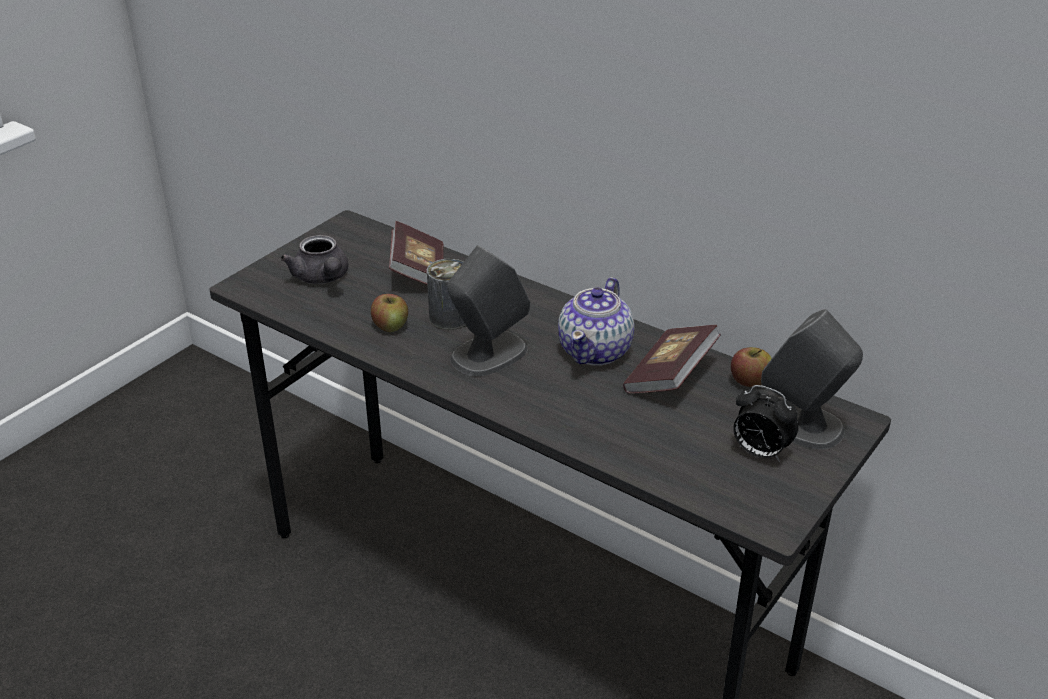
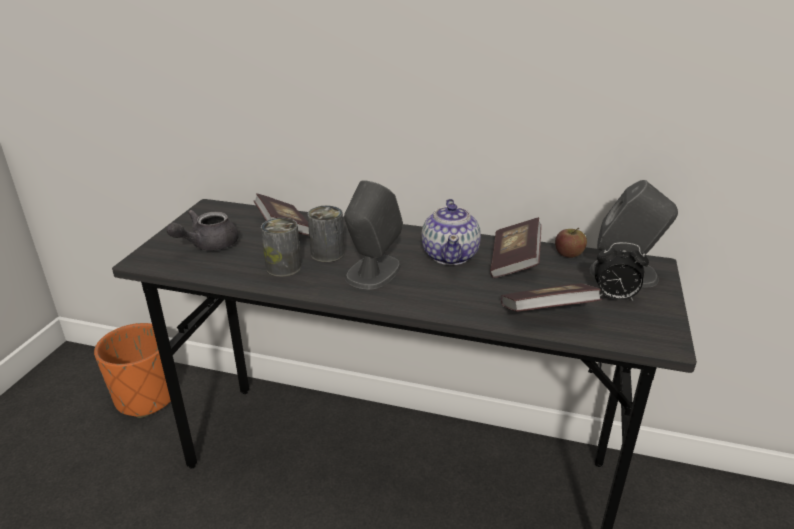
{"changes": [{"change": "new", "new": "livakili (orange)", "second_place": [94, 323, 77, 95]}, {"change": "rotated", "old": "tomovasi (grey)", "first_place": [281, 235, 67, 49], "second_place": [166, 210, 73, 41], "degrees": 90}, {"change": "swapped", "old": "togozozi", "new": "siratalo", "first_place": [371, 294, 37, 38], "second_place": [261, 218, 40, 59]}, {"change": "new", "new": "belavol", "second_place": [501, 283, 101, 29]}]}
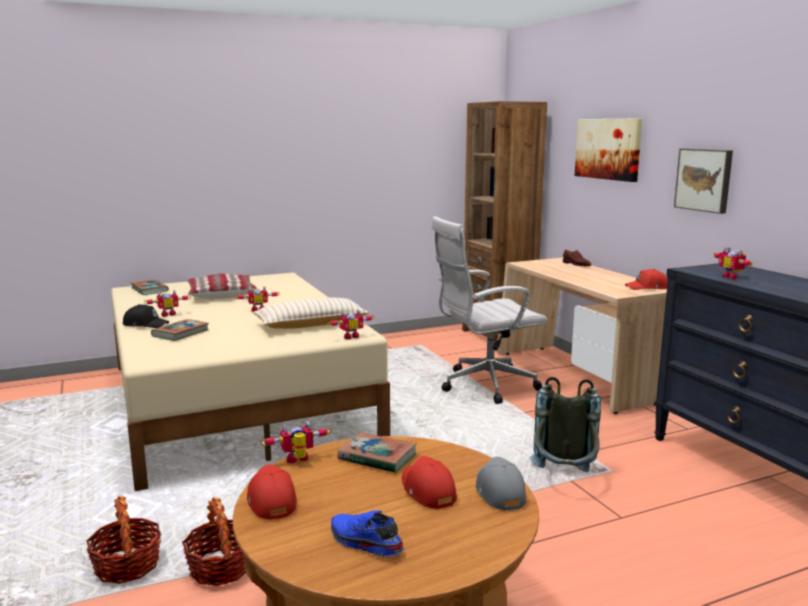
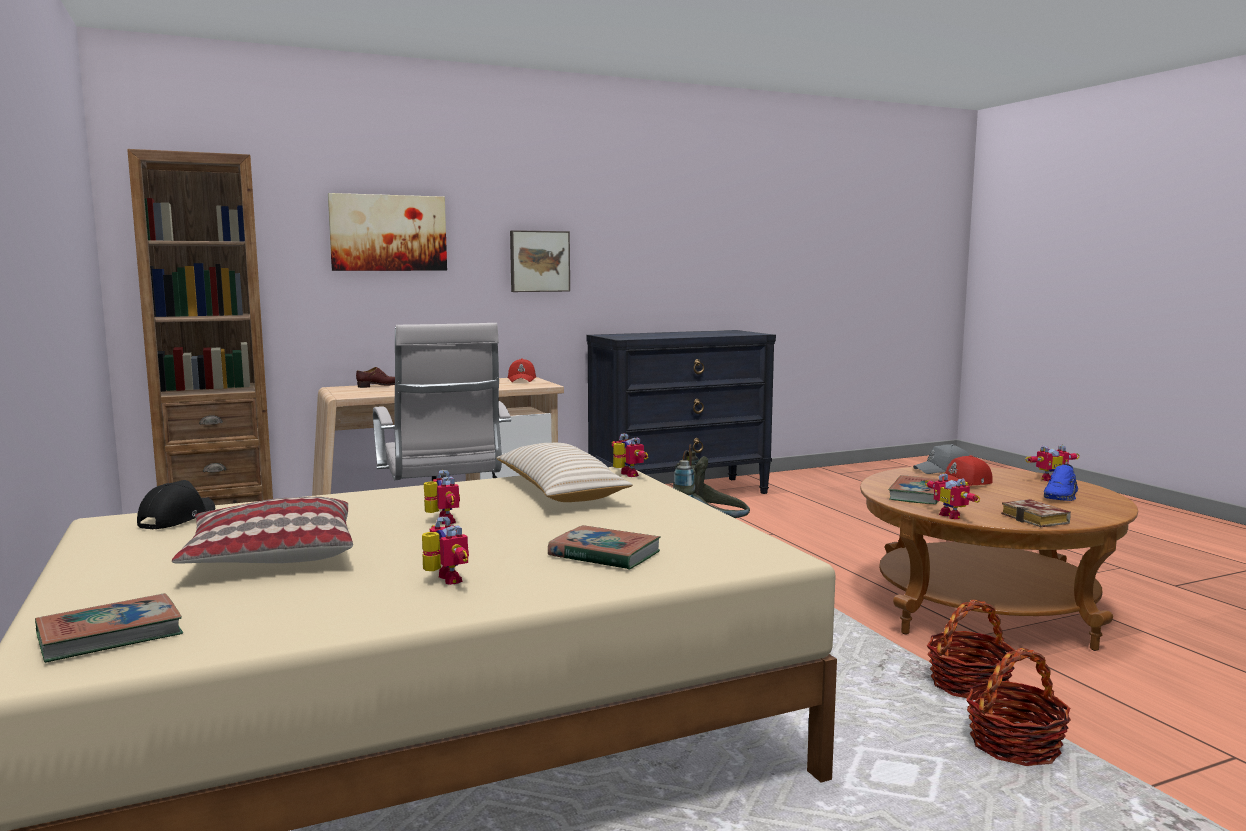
{"changes": [{"change": "shifted", "old": "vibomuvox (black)", "first_place": [123, 304, 46, 24], "second_place": [137, 480, 78, 49]}, {"change": "swapped", "old": "vibomuvox (red)", "new": "belavol", "first_place": [247, 464, 49, 56], "second_place": [1001, 499, 70, 28]}, {"change": "shifted", "old": "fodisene", "first_place": [713, 247, 40, 33], "second_place": [1025, 444, 55, 37]}]}
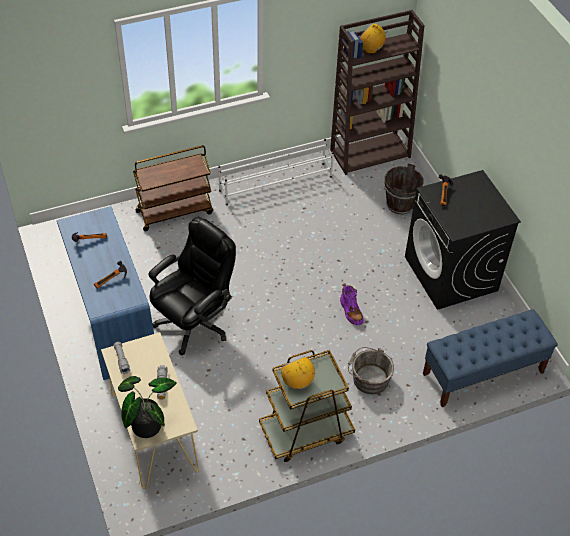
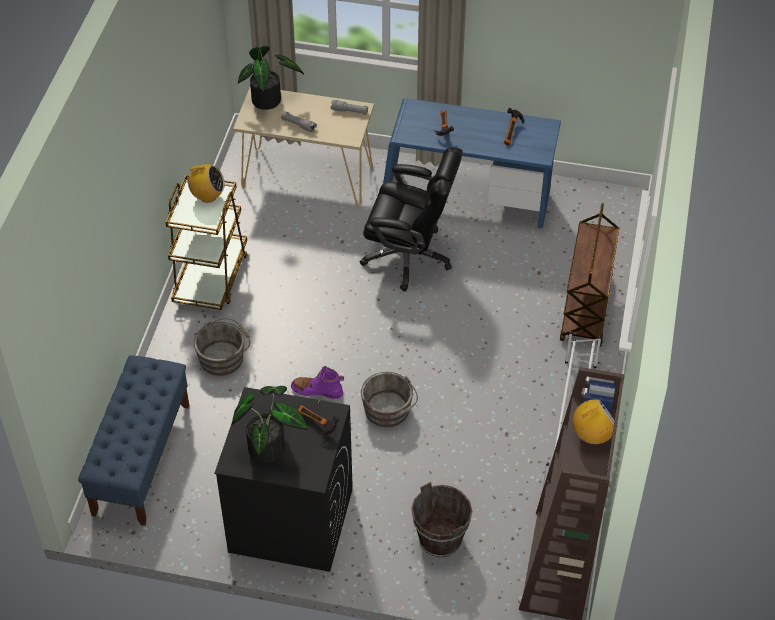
{"changes": [{"change": "new", "new": "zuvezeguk", "second_place": [232, 386, 76, 77]}, {"change": "rotated", "old": "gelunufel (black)", "first_place": [148, 216, 88, 139], "second_place": [360, 147, 103, 144], "degrees": -60}, {"change": "new", "new": "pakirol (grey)", "second_place": [361, 372, 57, 55]}]}
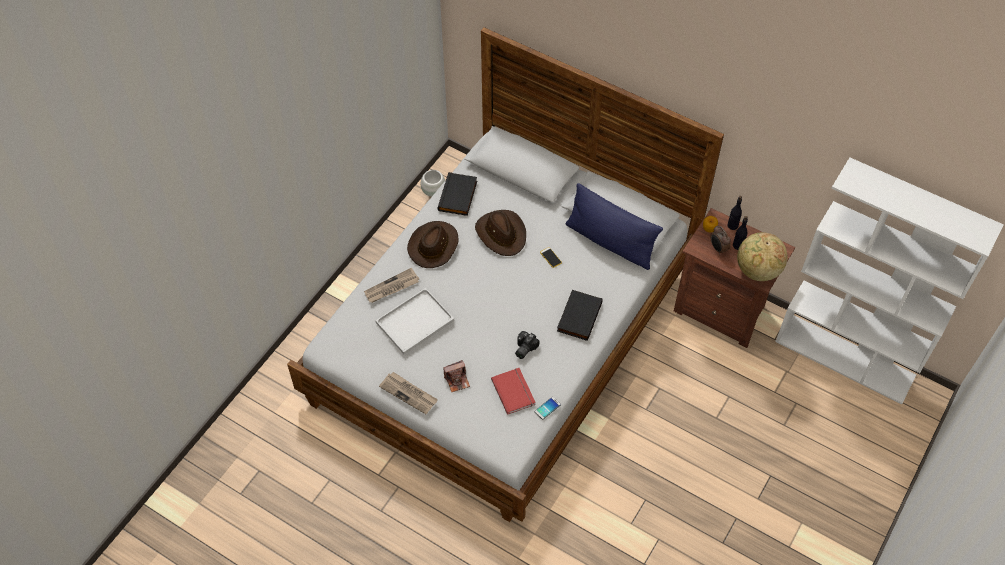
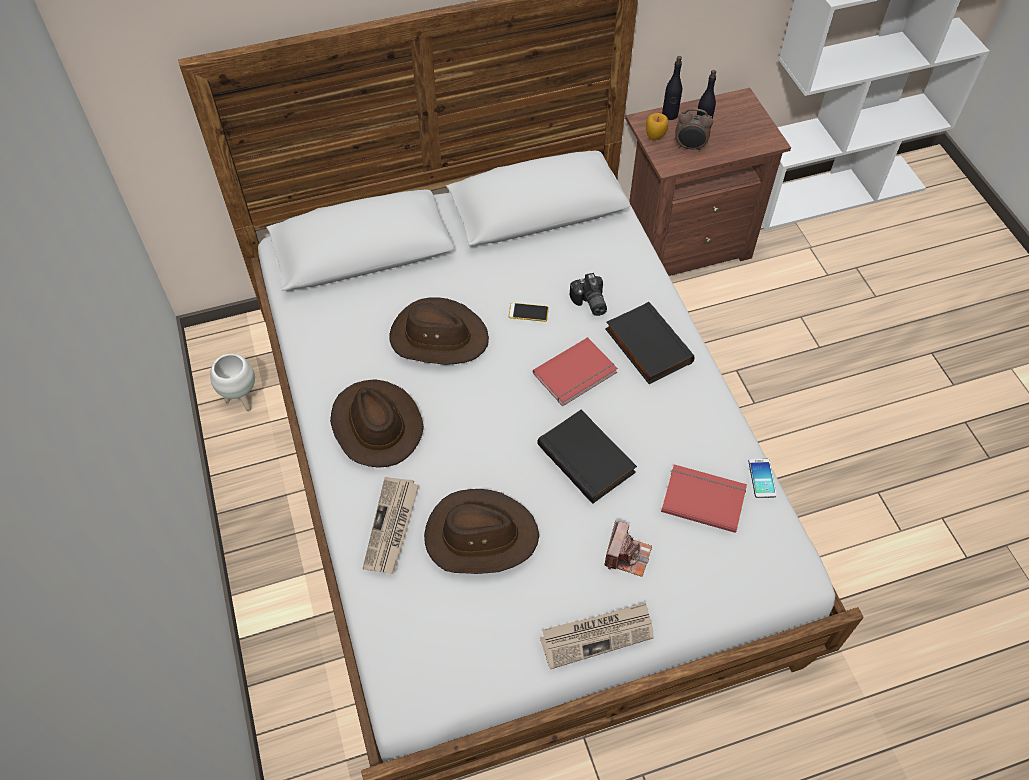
{"changes": [{"change": "swapped", "old": "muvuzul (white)", "new": "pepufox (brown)", "first_place": [375, 288, 79, 67], "second_place": [424, 489, 115, 85]}, {"change": "new", "new": "belavol (red)", "second_place": [533, 337, 85, 70]}, {"change": "shifted", "old": "belavol (black)", "first_place": [438, 172, 39, 44], "second_place": [537, 409, 100, 94]}, {"change": "shifted", "old": "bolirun", "first_place": [515, 331, 24, 28], "second_place": [570, 273, 37, 43]}, {"change": "gone", "old": "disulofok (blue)", "first_place": [566, 183, 97, 87]}, {"change": "gone", "old": "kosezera", "first_place": [737, 232, 51, 49]}]}
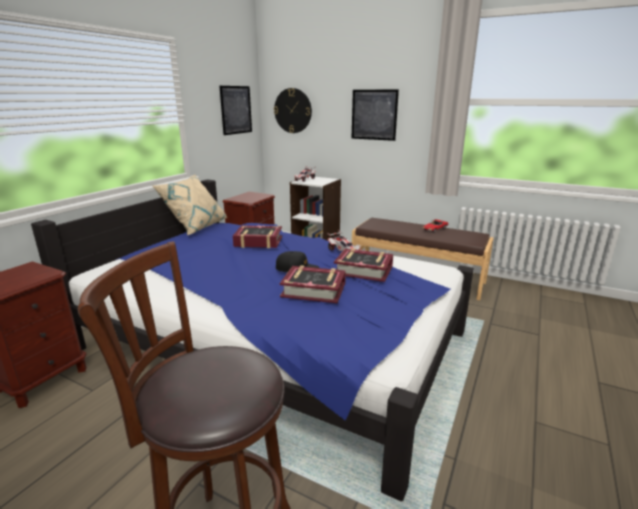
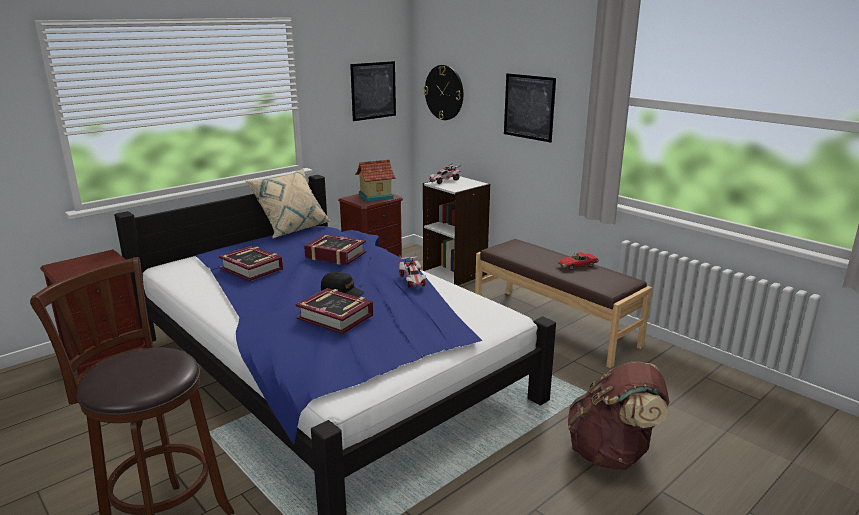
{"changes": [{"change": "shifted", "old": "belavol", "first_place": [334, 248, 59, 34], "second_place": [219, 246, 64, 35]}, {"change": "new", "new": "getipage", "second_place": [355, 160, 41, 42]}, {"change": "new", "new": "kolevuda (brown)", "second_place": [568, 362, 102, 108]}]}
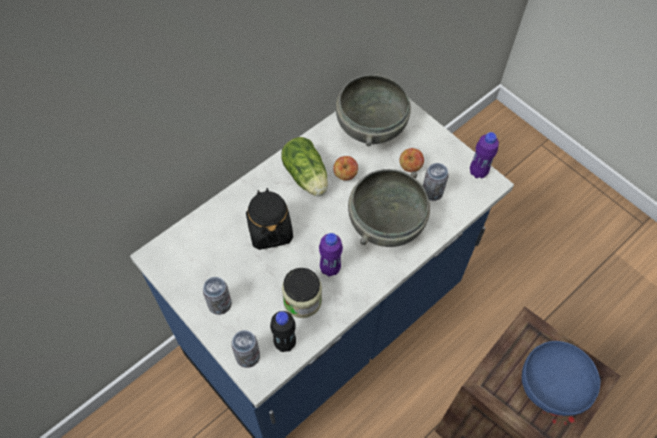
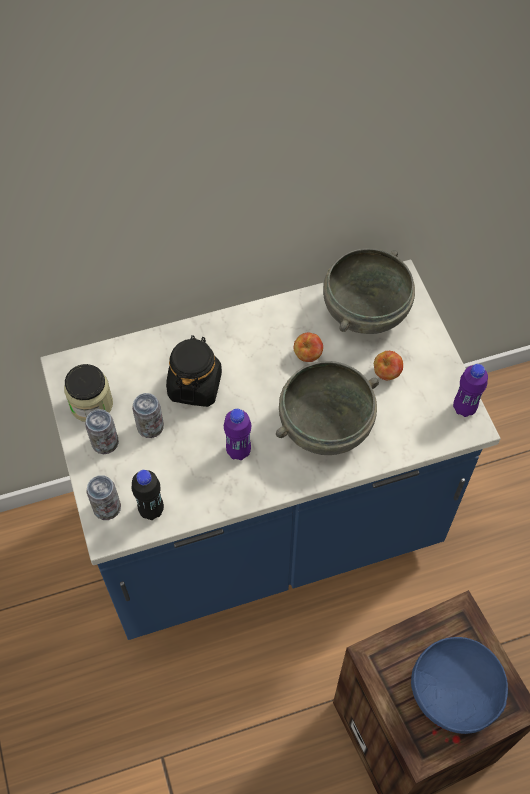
{"changes": [{"change": "shifted", "old": "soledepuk", "first_place": [282, 268, 40, 50], "second_place": [64, 364, 49, 58]}, {"change": "shifted", "old": "siratalo", "first_place": [423, 163, 26, 38], "second_place": [132, 393, 32, 45]}, {"change": "gone", "old": "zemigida", "first_place": [281, 137, 47, 59]}]}
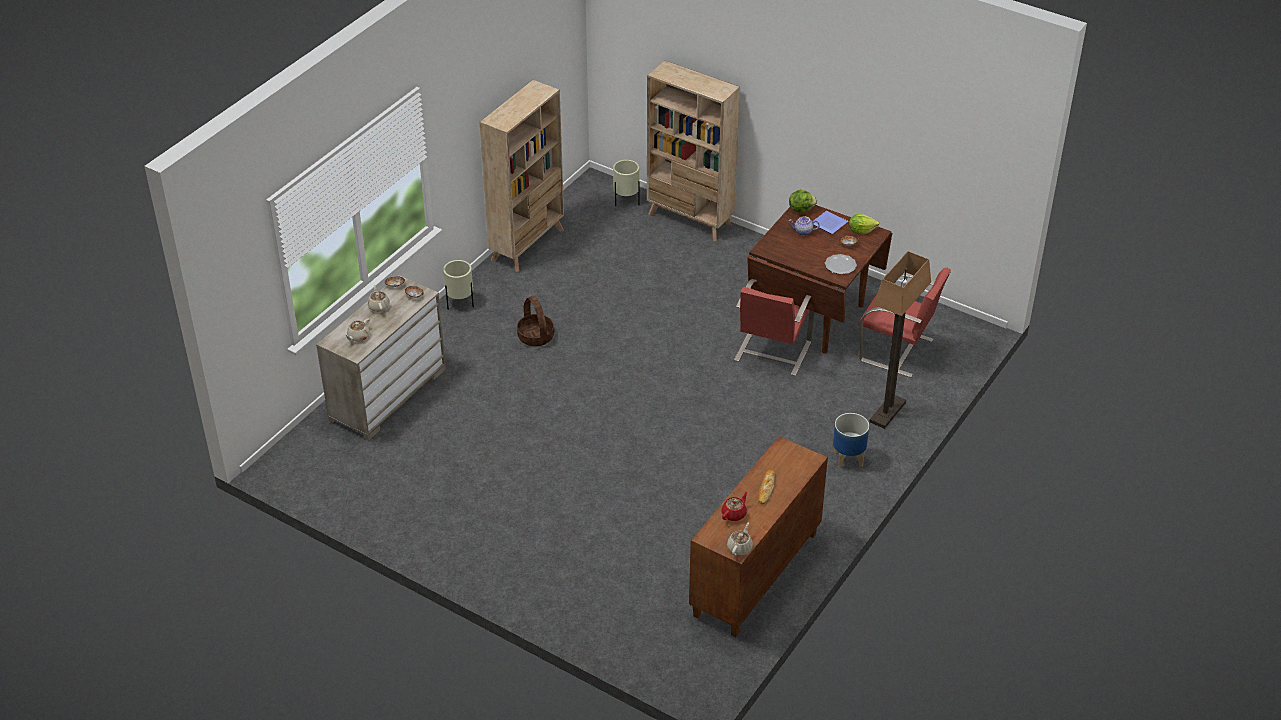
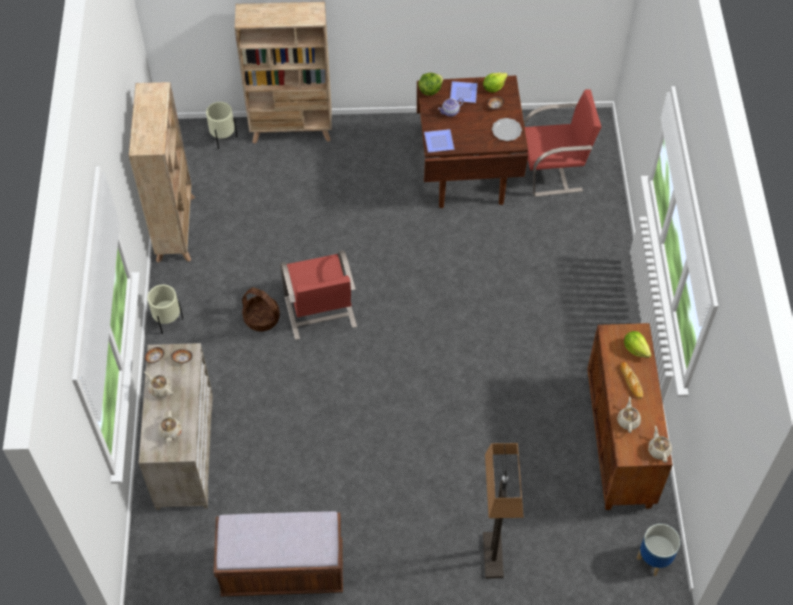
{"changes": [{"change": "new", "new": "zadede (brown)", "second_place": [214, 511, 129, 85]}, {"change": "shifted", "old": "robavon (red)", "first_place": [734, 279, 81, 97], "second_place": [280, 250, 77, 90]}, {"change": "new", "new": "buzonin", "second_place": [424, 129, 30, 23]}, {"change": "shifted", "old": "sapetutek", "first_place": [870, 251, 61, 178], "second_place": [483, 443, 41, 135]}, {"change": "repainted", "old": "tomovasi (red)", "new": "tomovasi (beige)", "first_place": [721, 492, 27, 29], "second_place": [617, 397, 24, 36]}, {"change": "new", "new": "zemigida", "second_place": [624, 331, 27, 27]}, {"change": "shifted", "old": "livakili", "first_place": [833, 413, 36, 55], "second_place": [637, 524, 43, 52]}]}
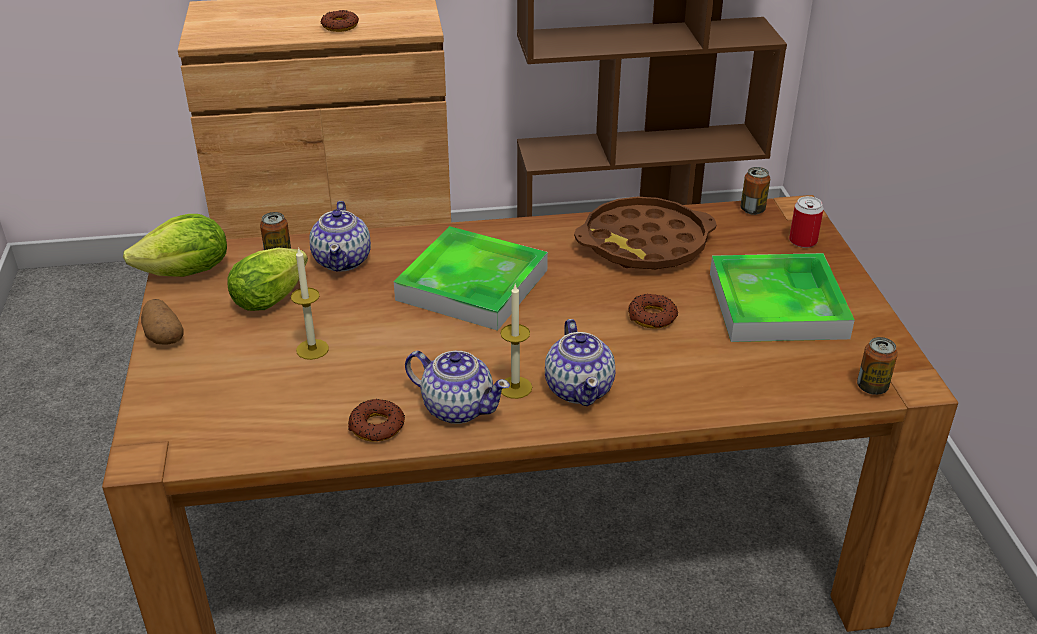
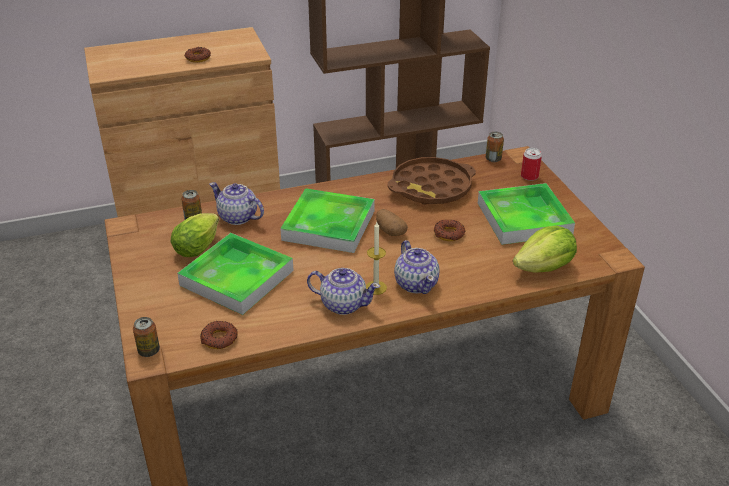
{"changes": [{"change": "shifted", "old": "siratalo", "first_place": [857, 337, 41, 58], "second_place": [133, 317, 27, 40]}, {"change": "swapped", "old": "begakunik", "new": "muvuzul", "first_place": [291, 247, 38, 113], "second_place": [177, 233, 117, 82]}, {"change": "shifted", "old": "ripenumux", "first_place": [348, 399, 57, 43], "second_place": [200, 321, 38, 28]}, {"change": "rotated", "old": "tomovasi", "first_place": [310, 201, 61, 71], "second_place": [209, 182, 55, 43], "degrees": 135}, {"change": "shifted", "old": "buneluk", "first_place": [141, 299, 43, 46], "second_place": [376, 209, 32, 27]}, {"change": "shifted", "old": "zemigida", "first_place": [123, 214, 104, 63], "second_place": [513, 226, 64, 47]}]}
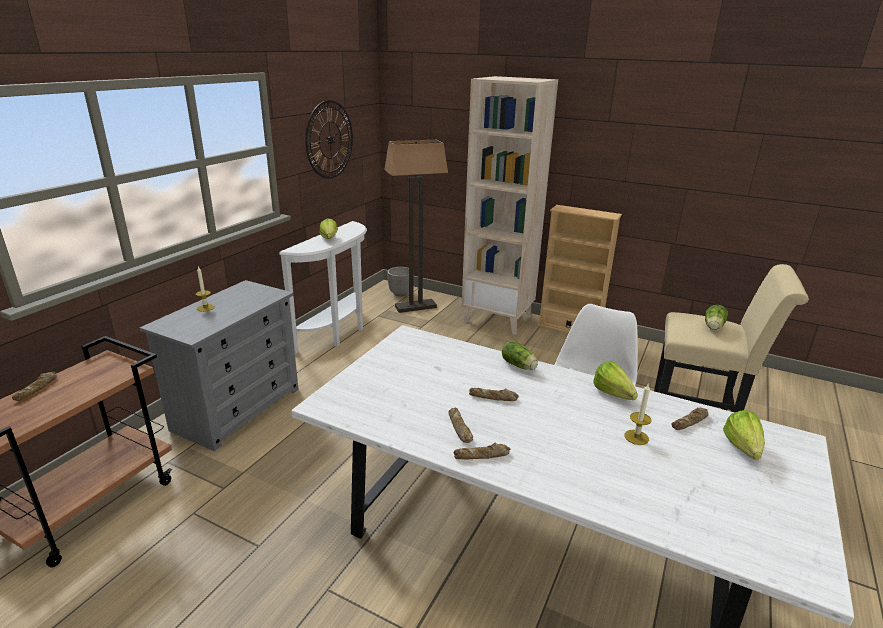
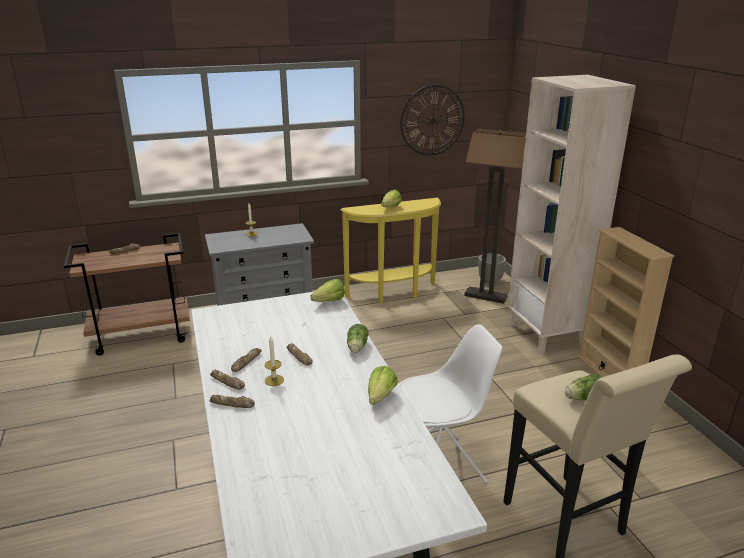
{"changes": [{"change": "shifted", "old": "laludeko", "first_place": [672, 408, 37, 22], "second_place": [209, 395, 46, 13]}, {"change": "shifted", "old": "begakunik", "first_place": [624, 384, 27, 61], "second_place": [265, 336, 19, 50]}, {"change": "shifted", "old": "zemigida", "first_place": [723, 410, 42, 50], "second_place": [310, 279, 35, 23]}, {"change": "repainted", "old": "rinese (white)", "new": "rinese (yellow)", "first_place": [279, 221, 88, 133], "second_place": [341, 198, 100, 106]}]}
